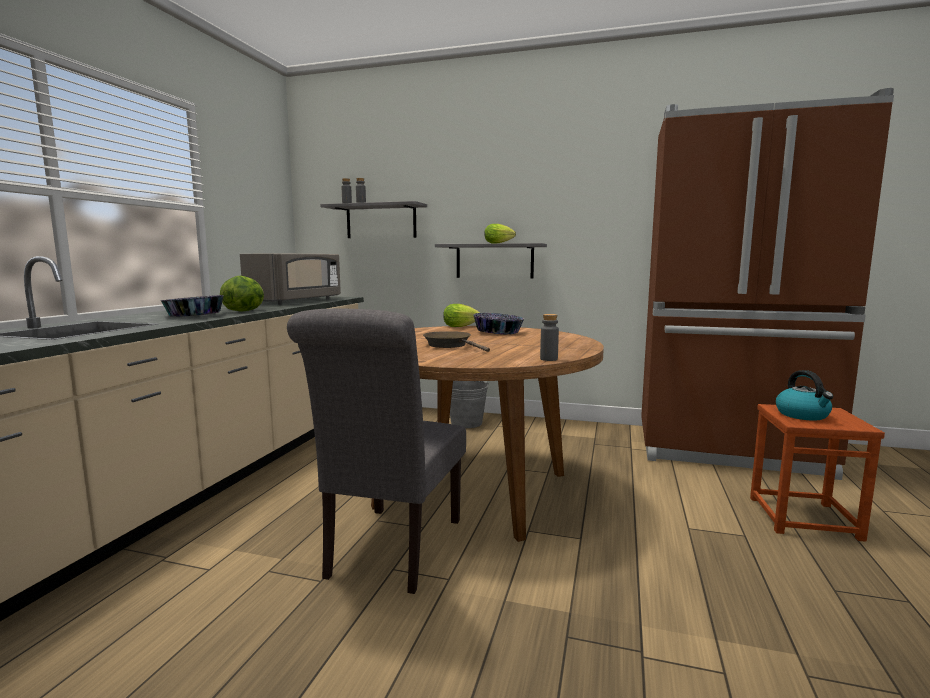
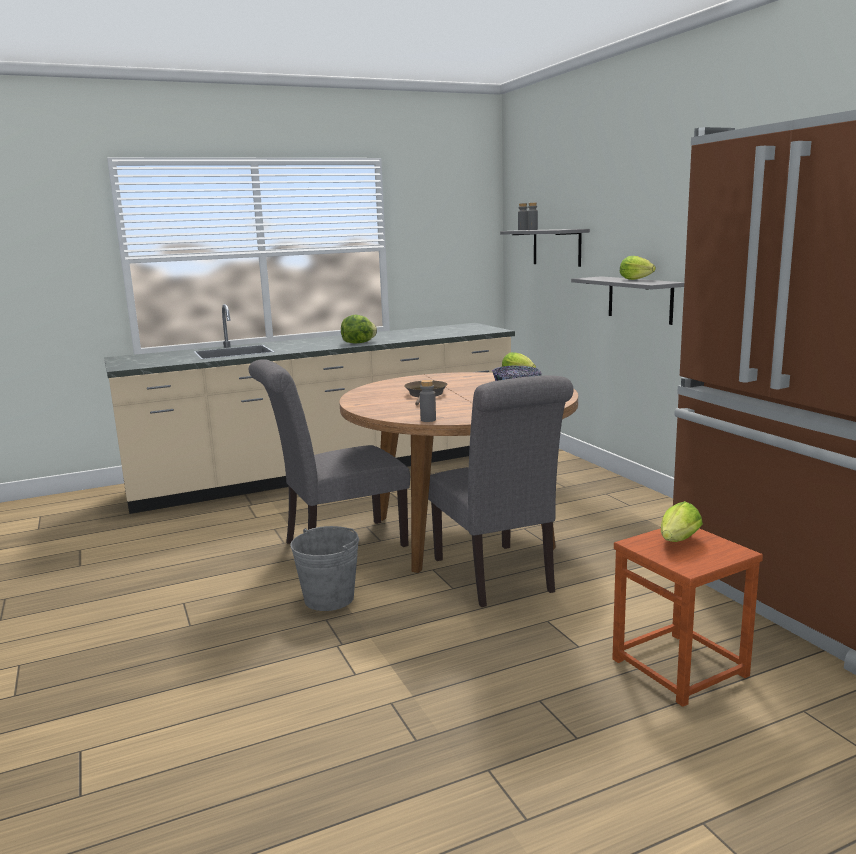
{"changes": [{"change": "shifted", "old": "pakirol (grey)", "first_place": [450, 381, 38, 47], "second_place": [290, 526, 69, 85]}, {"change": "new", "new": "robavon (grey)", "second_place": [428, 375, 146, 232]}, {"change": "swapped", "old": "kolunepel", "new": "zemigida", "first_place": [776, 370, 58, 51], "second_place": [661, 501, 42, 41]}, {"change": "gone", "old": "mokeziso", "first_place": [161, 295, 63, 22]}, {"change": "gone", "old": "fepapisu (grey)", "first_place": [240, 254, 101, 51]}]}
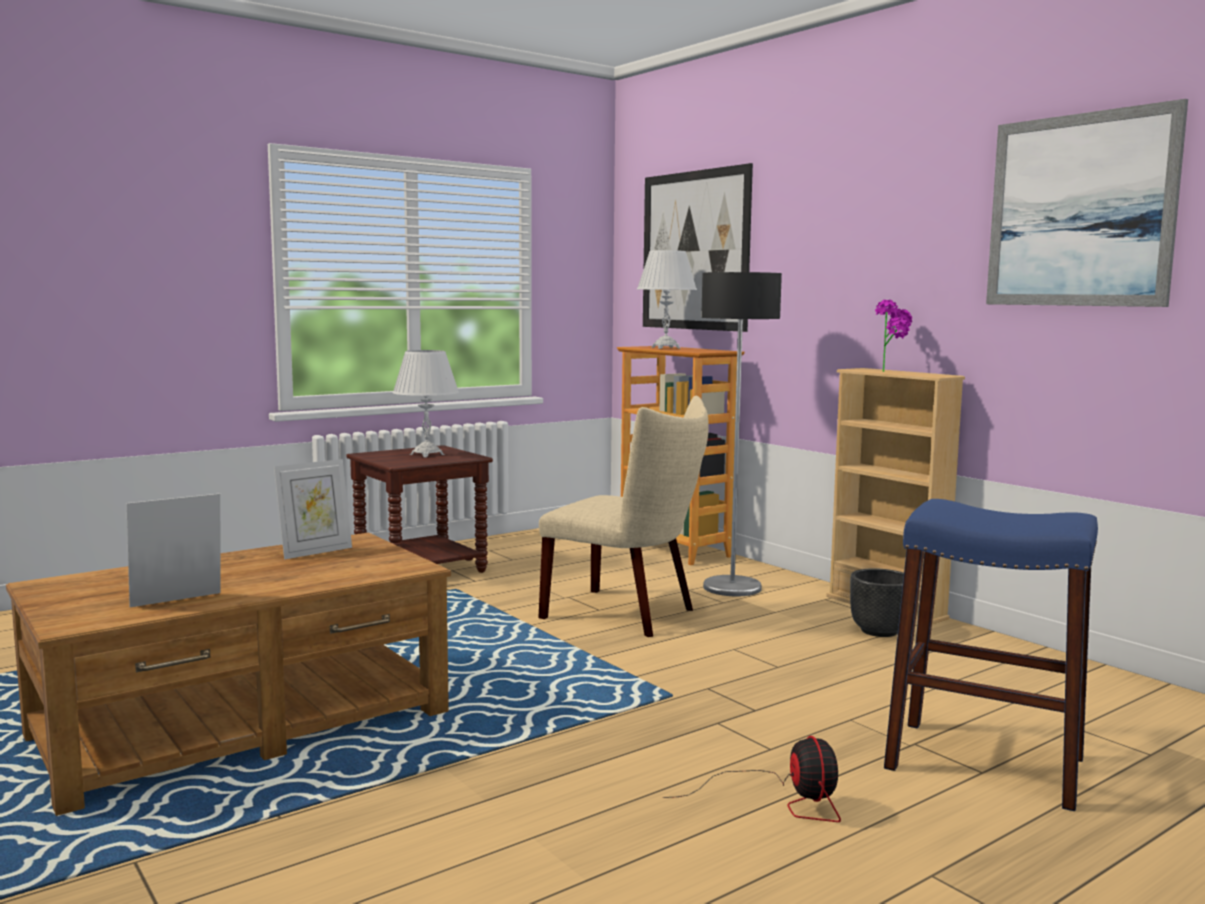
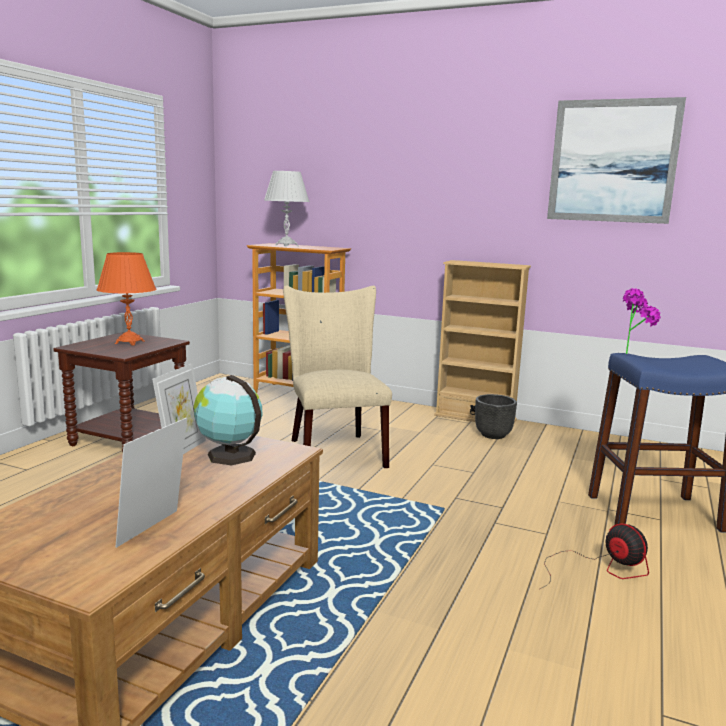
{"changes": [{"change": "repainted", "old": "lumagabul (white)", "new": "lumagabul (orange)", "first_place": [393, 350, 66, 107], "second_place": [97, 252, 59, 93]}, {"change": "new", "new": "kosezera", "second_place": [193, 375, 69, 90]}, {"change": "rotated", "old": "robavon (beige)", "first_place": [538, 396, 171, 241], "second_place": [283, 286, 109, 182], "degrees": -105}, {"change": "shifted", "old": "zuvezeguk", "first_place": [875, 300, 37, 72], "second_place": [623, 288, 38, 66]}, {"change": "gone", "old": "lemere", "first_place": [643, 163, 110, 169]}, {"change": "gone", "old": "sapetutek", "first_place": [701, 272, 81, 324]}]}
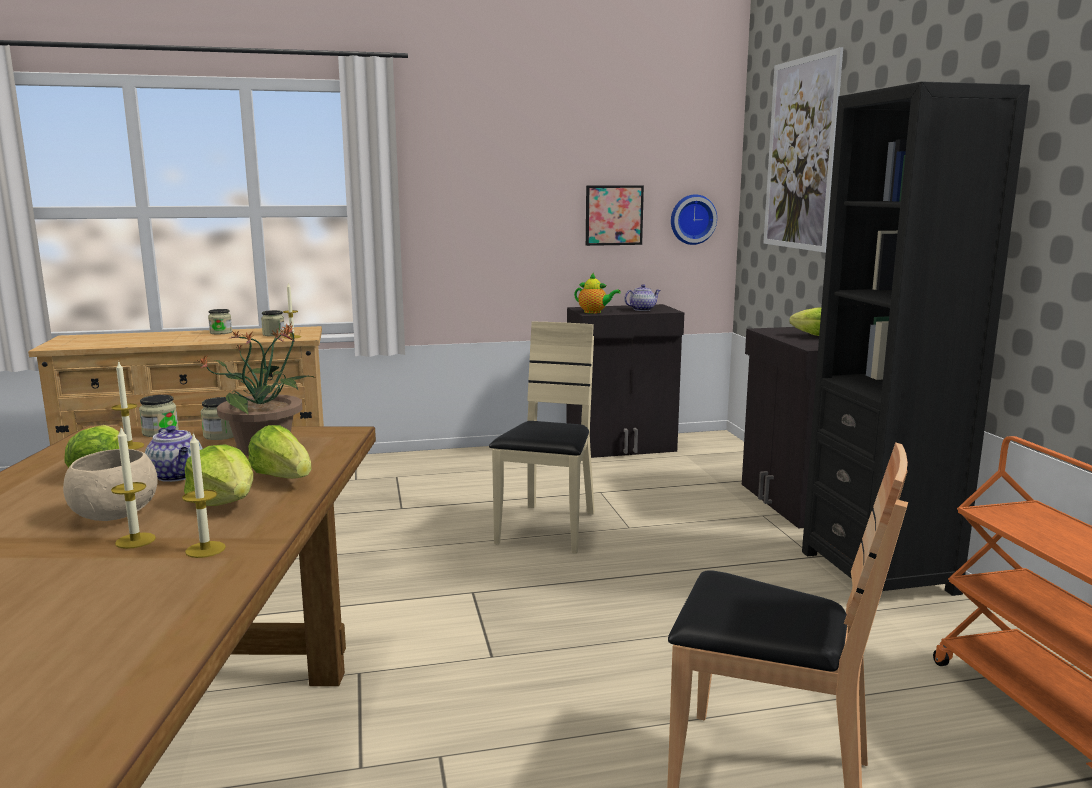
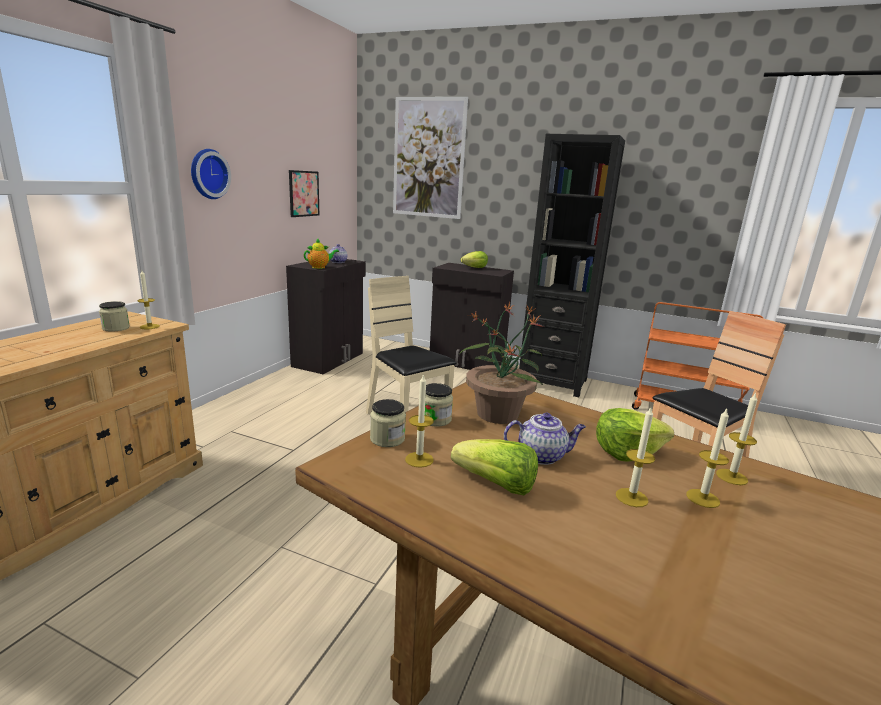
{"changes": [{"change": "shifted", "old": "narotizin", "first_place": [671, 194, 46, 51], "second_place": [191, 149, 40, 50]}, {"change": "swapped", "old": "mokeziso (beige)", "new": "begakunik", "first_place": [63, 449, 94, 72], "second_place": [616, 407, 39, 100]}, {"change": "gone", "old": "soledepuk", "first_place": [208, 309, 24, 26]}, {"change": "gone", "old": "zemigida", "first_place": [248, 425, 64, 54]}]}
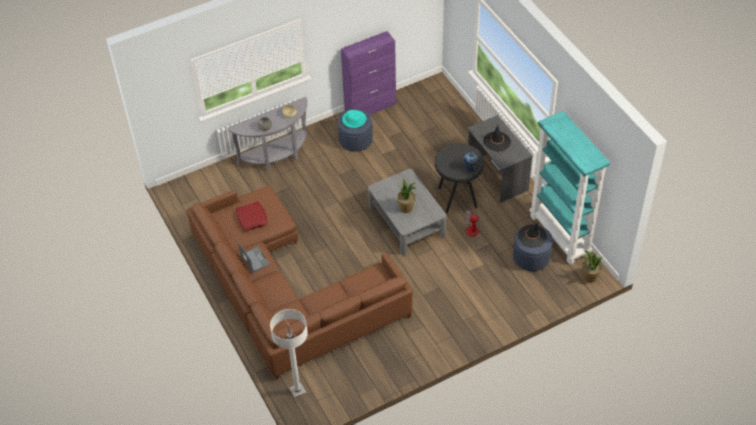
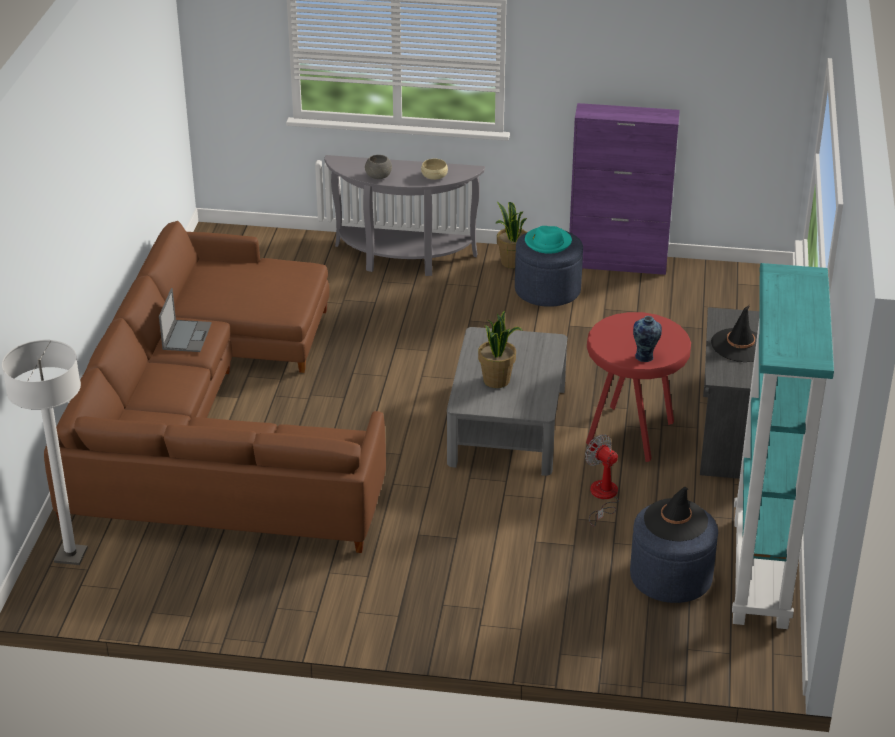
{"changes": [{"change": "shifted", "old": "zuvezeguk", "first_place": [582, 250, 21, 33], "second_place": [495, 201, 32, 67]}, {"change": "repainted", "old": "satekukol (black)", "new": "satekukol (red)", "first_place": [435, 143, 49, 70], "second_place": [586, 312, 105, 150]}, {"change": "gone", "old": "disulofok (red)", "first_place": [236, 202, 32, 29]}]}
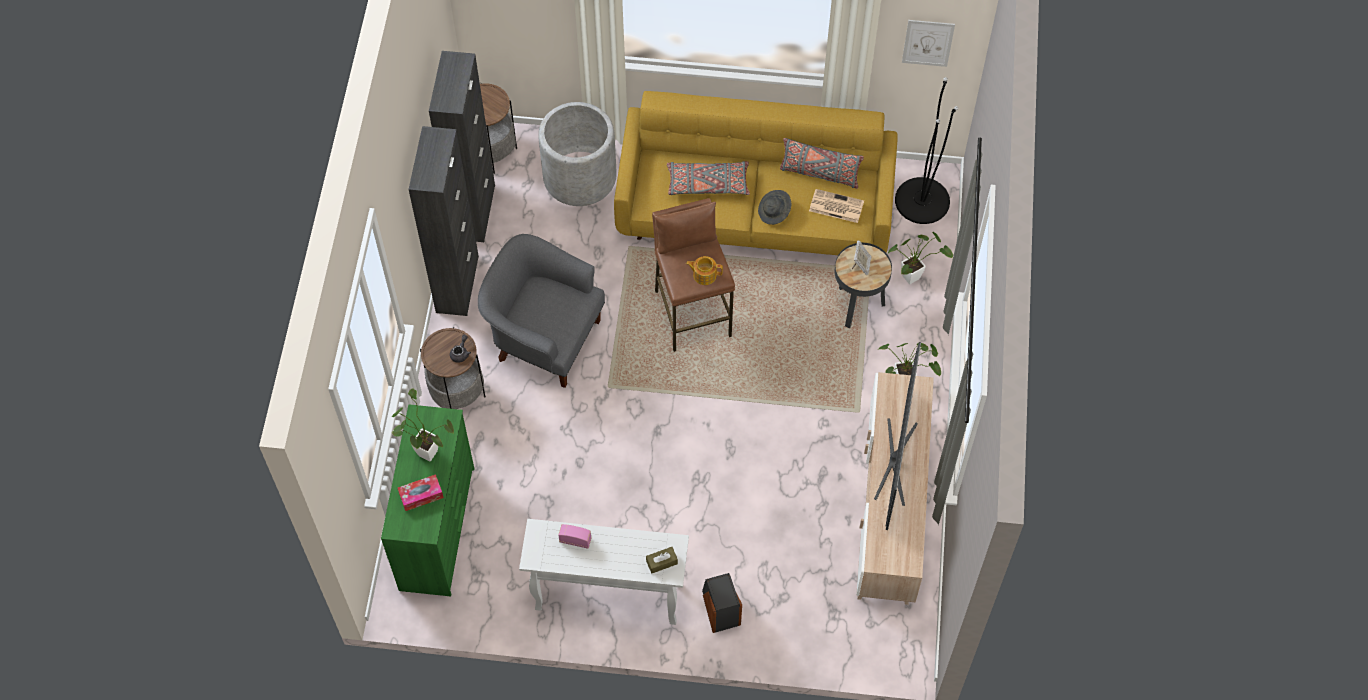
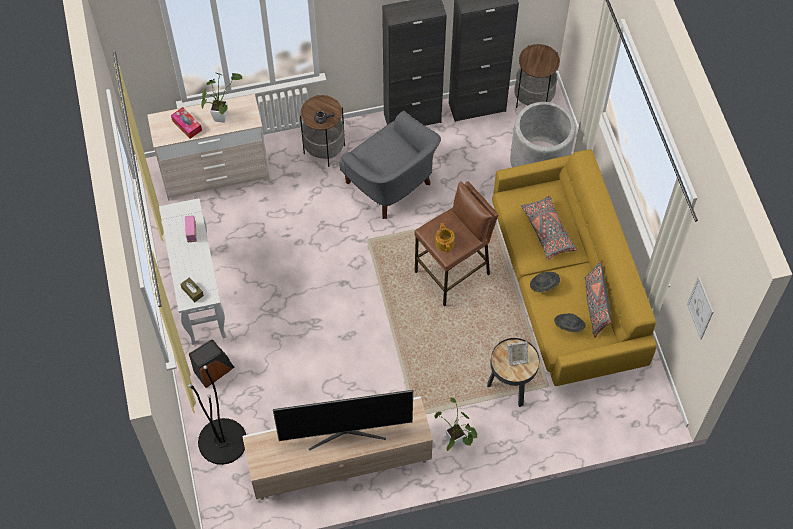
{"changes": [{"change": "repainted", "old": "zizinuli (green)", "new": "zizinuli (beige)", "first_place": [381, 404, 94, 192], "second_place": [147, 94, 123, 106]}, {"change": "shifted", "old": "sapetutek (black)", "first_place": [895, 77, 63, 147], "second_place": [188, 365, 58, 100]}, {"change": "rotated", "old": "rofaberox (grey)", "first_place": [478, 234, 127, 154], "second_place": [339, 111, 102, 108], "degrees": 135}, {"change": "swapped", "old": "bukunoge", "new": "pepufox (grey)", "first_place": [809, 189, 55, 34], "second_place": [554, 313, 32, 19]}, {"change": "gone", "old": "zuvezeguk", "first_place": [887, 232, 66, 52]}]}
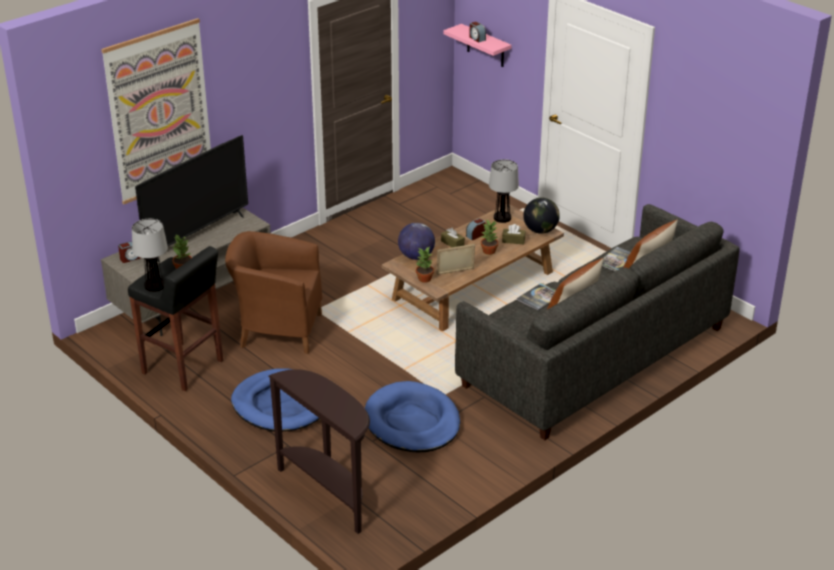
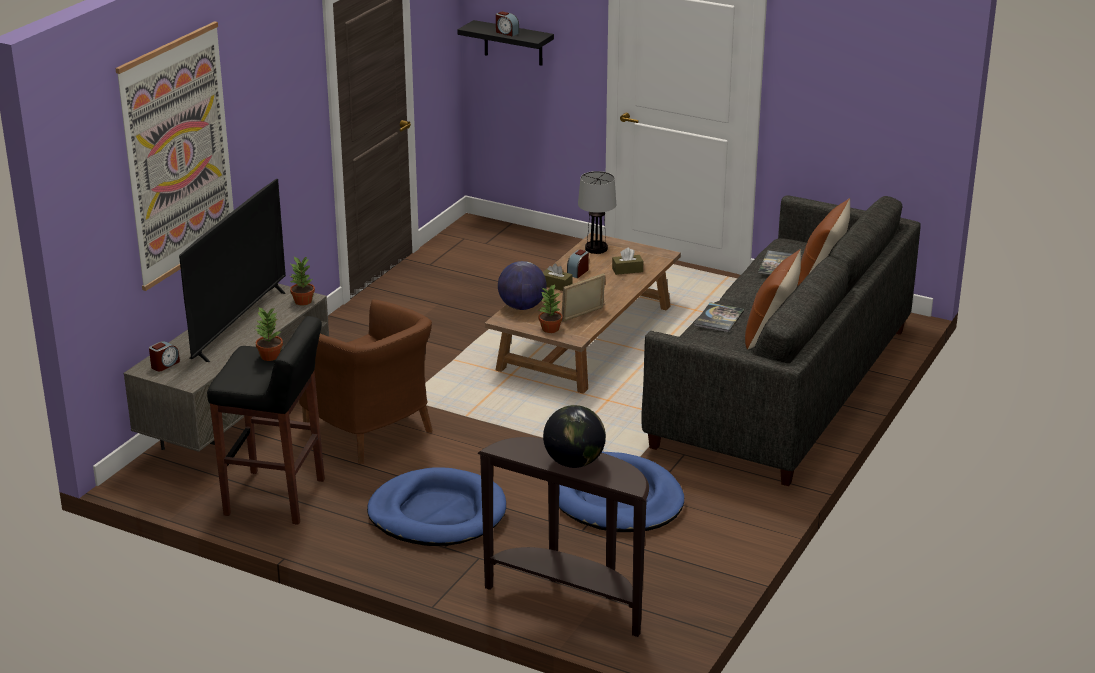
{"changes": [{"change": "shifted", "old": "zuvezeguk", "first_place": [481, 219, 17, 36], "second_place": [289, 257, 26, 48]}, {"change": "rotated", "old": "rofaberox (brown)", "first_place": [225, 231, 97, 123], "second_place": [299, 299, 133, 165], "degrees": -120}, {"change": "repainted", "old": "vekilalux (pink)", "new": "vekilalux (black)", "first_place": [443, 24, 68, 43], "second_place": [457, 20, 97, 46]}, {"change": "shifted", "old": "kosezera", "first_place": [523, 198, 37, 36], "second_place": [543, 405, 63, 63]}, {"change": "gone", "old": "lumagabul", "first_place": [132, 219, 36, 73]}]}
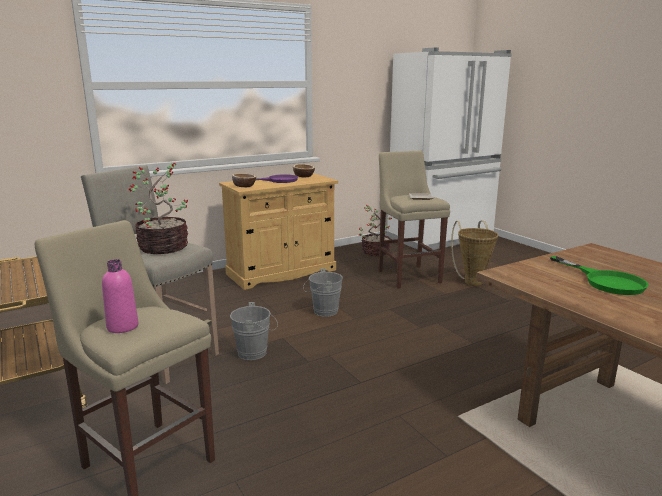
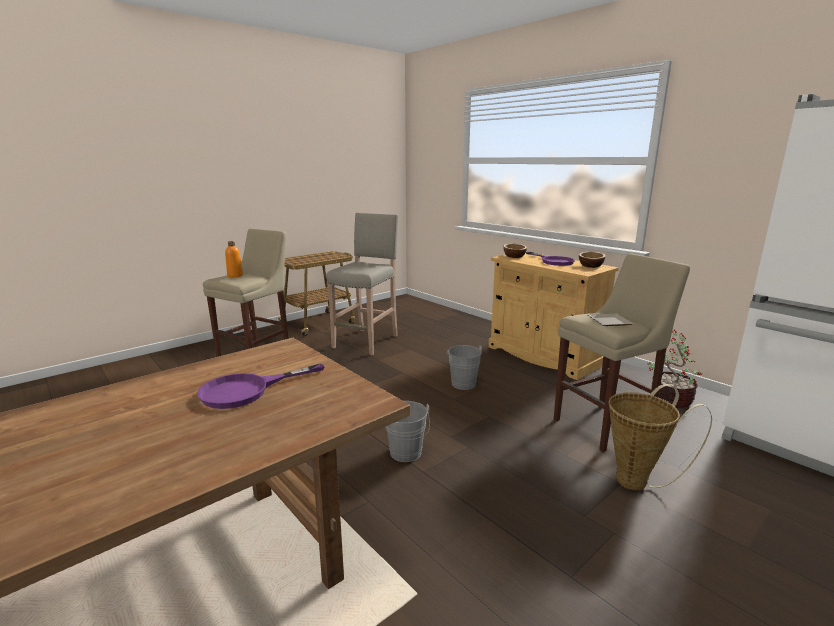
{"changes": [{"change": "repainted", "old": "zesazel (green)", "new": "zesazel (purple)", "first_place": [550, 256, 99, 39], "second_place": [197, 363, 127, 46]}, {"change": "repainted", "old": "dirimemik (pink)", "new": "dirimemik (orange)", "first_place": [102, 259, 37, 74], "second_place": [225, 241, 18, 36]}, {"change": "shifted", "old": "pakirol (grey)", "first_place": [230, 302, 48, 58], "second_place": [386, 401, 44, 61]}, {"change": "gone", "old": "zuvezeguk", "first_place": [129, 163, 59, 91]}]}
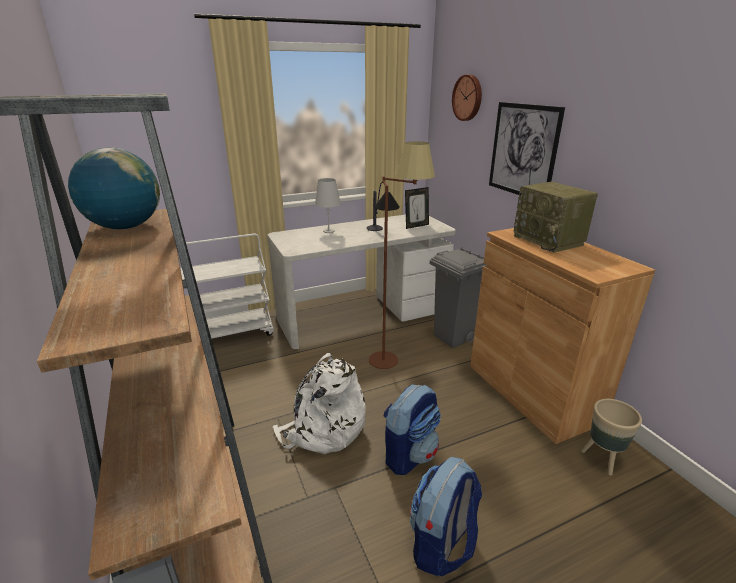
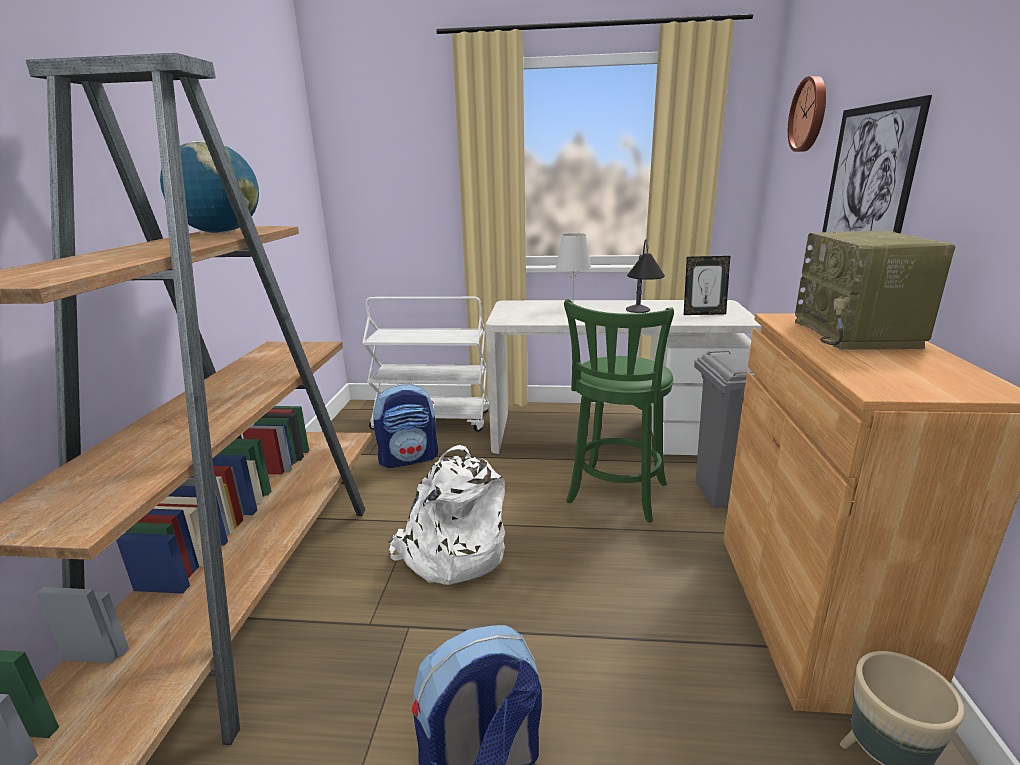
{"changes": [{"change": "shifted", "old": "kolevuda", "first_place": [384, 385, 57, 90], "second_place": [373, 383, 65, 85]}, {"change": "swapped", "old": "sapetutek (brown)", "new": "satekukol (green)", "first_place": [369, 141, 66, 228], "second_place": [564, 299, 110, 224]}]}
